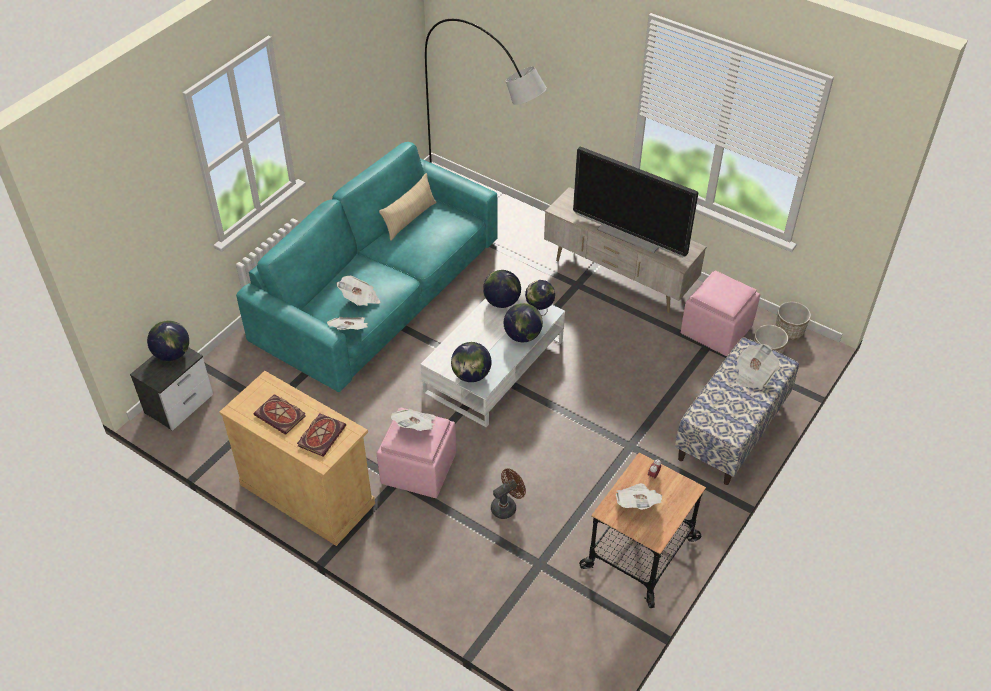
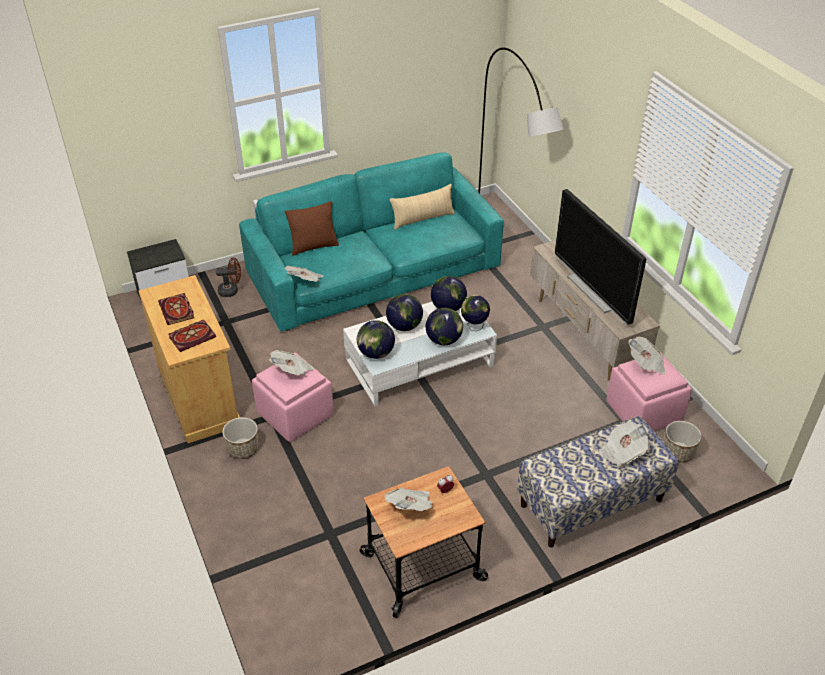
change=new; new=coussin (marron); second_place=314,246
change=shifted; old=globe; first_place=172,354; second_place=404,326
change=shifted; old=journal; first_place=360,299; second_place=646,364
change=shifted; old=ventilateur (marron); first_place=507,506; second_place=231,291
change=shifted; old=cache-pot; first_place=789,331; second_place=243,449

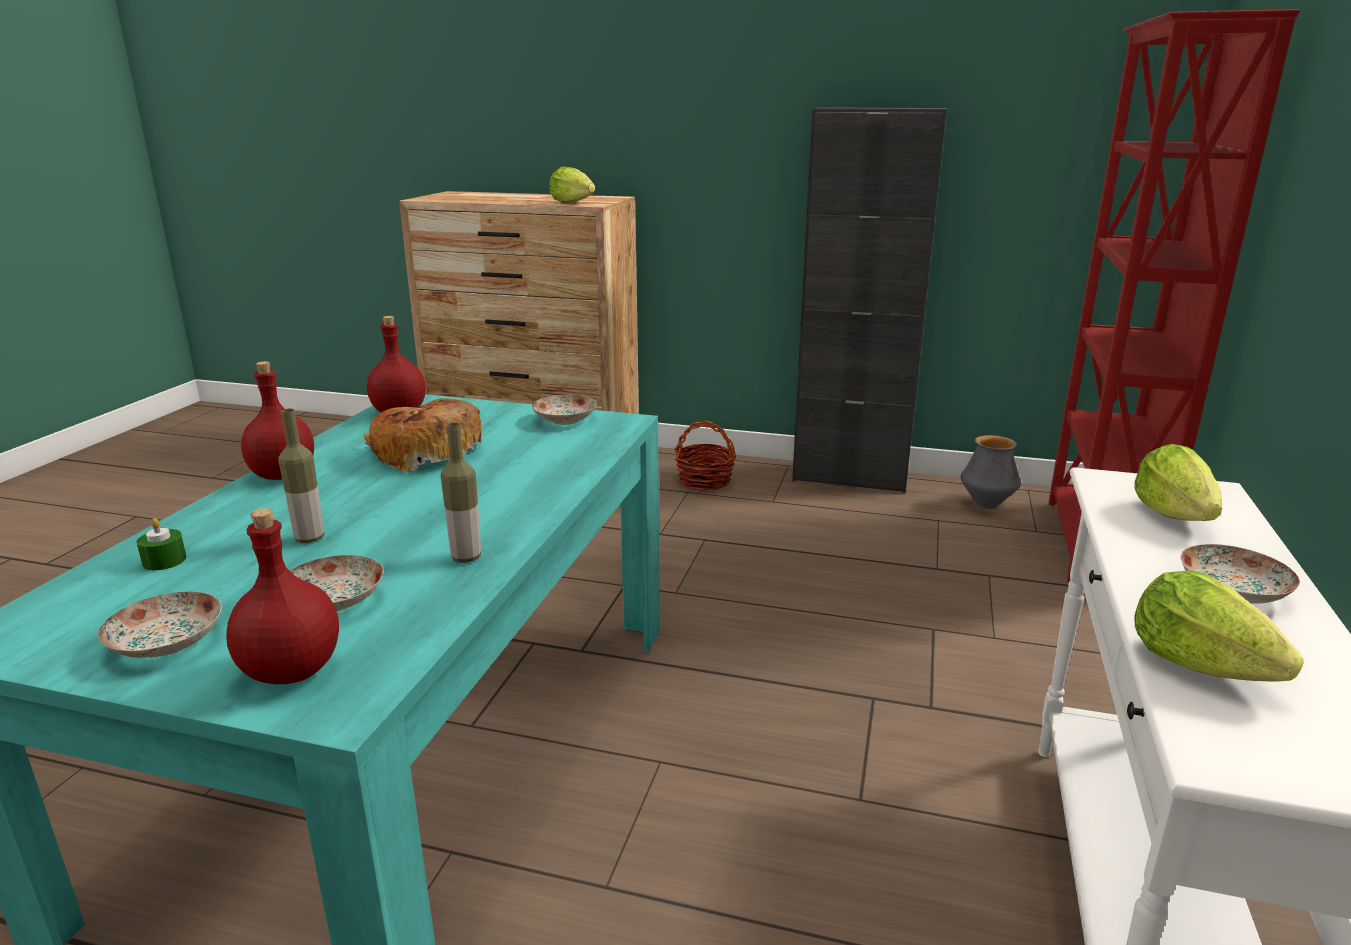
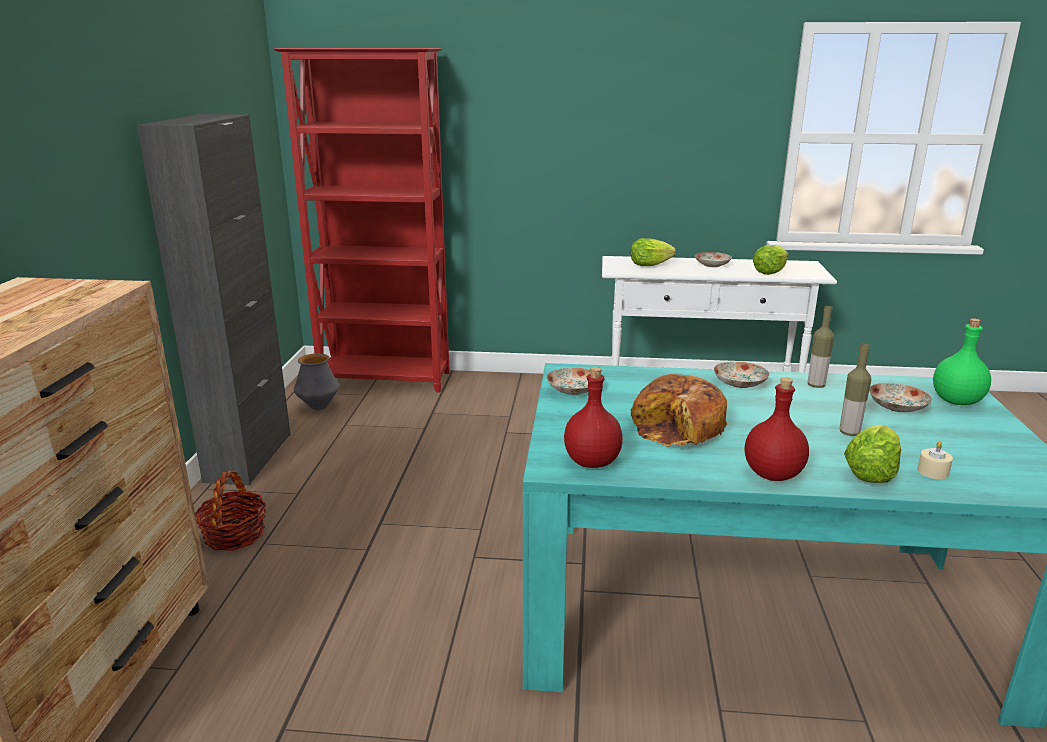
change=shifted; old=assiette; first_place=166,642; second_place=739,384
change=shifted; old=laitue; first_place=572,203; second_place=870,473
change=repainted; old=bougie (vert); new=bougie (beige); first_place=164,560; second_place=933,472
change=repainted; old=bouteille (rouge); new=bouteille (vert); first_place=293,670; second_place=955,401

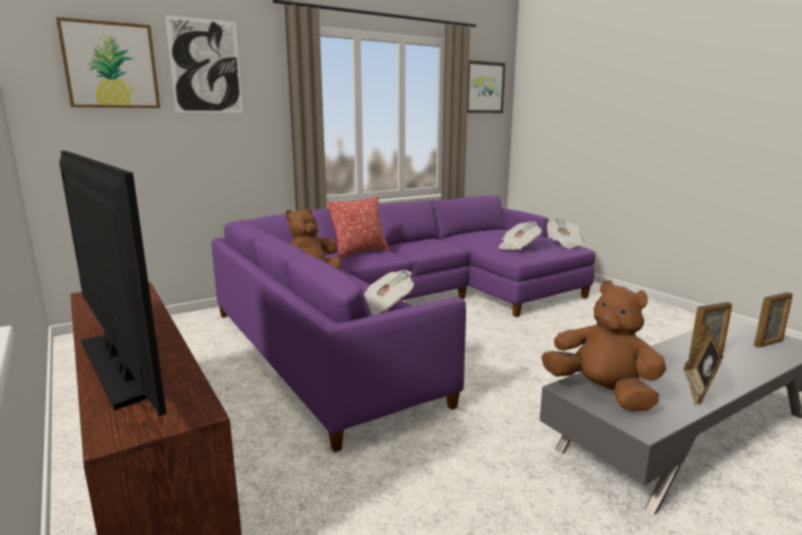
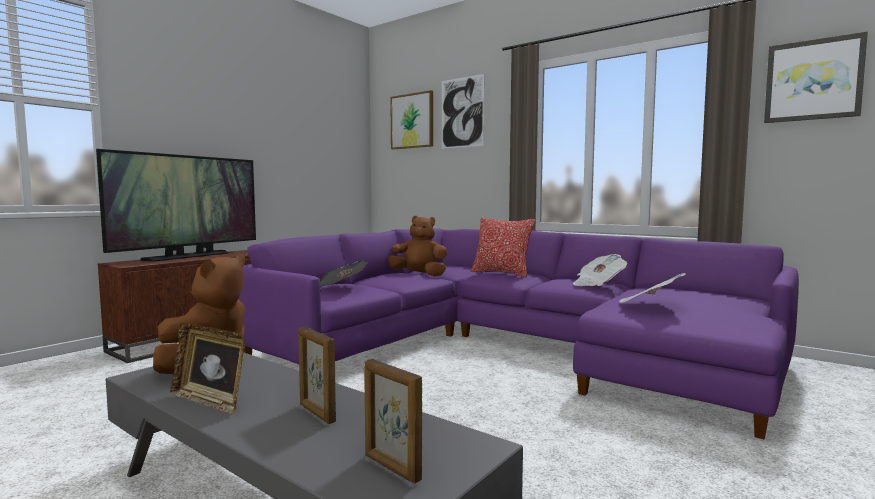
change=shifted; old=journal; first_place=564,244; second_place=598,284
change=rotated; old=cadre photo; first_place=698,389; second_place=210,401; degrees=-150

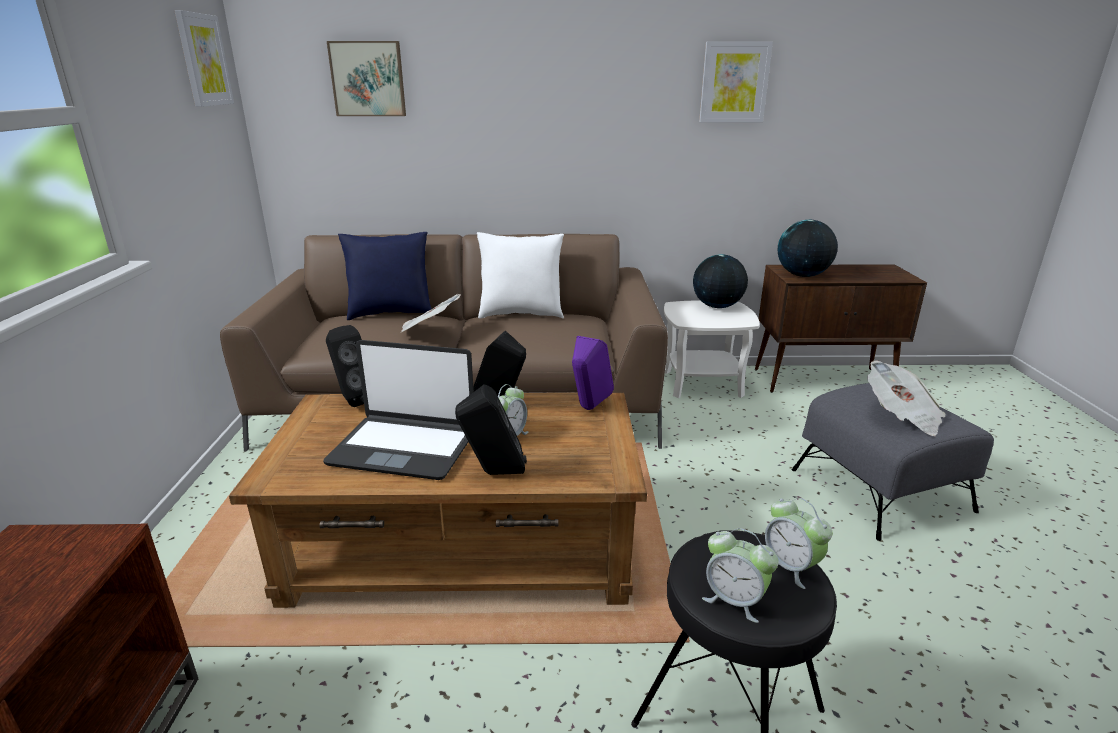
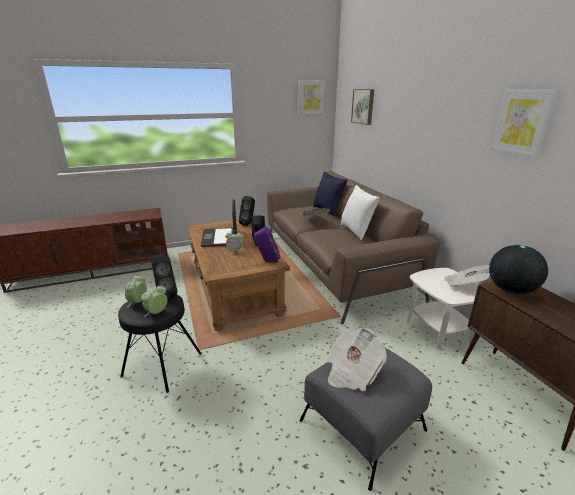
change=shifted; old=enceinte (noir); first_place=493,473; second_place=166,294
change=swapped; old=globe; new=journal; first_place=717,306; second_place=465,285

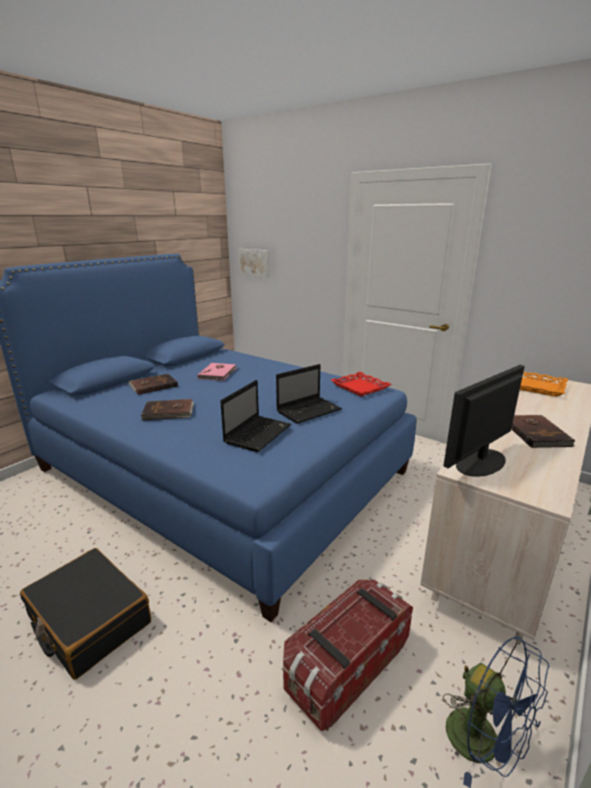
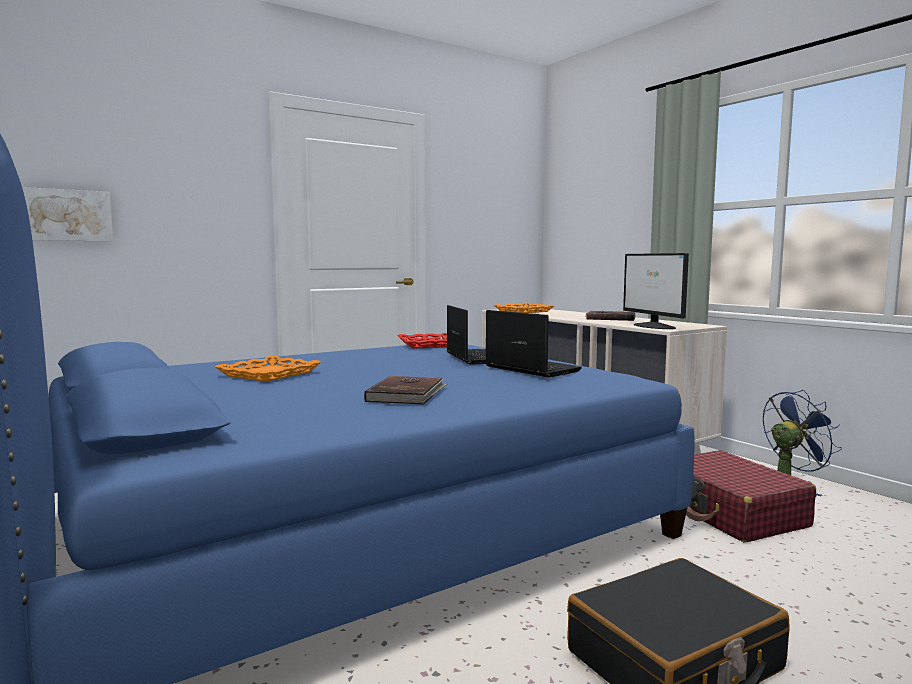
change=gone; old=livre (marron); first_place=153,385
change=swapped; old=livre (rose); new=plateau (orange); first_place=218,373; second_place=269,374
change=swapped; old=boîte de rangement; new=valise (rouge); first_place=346,665; second_place=730,512

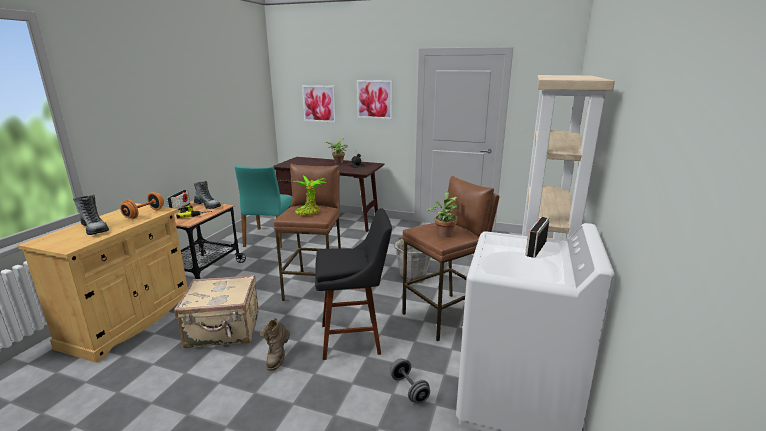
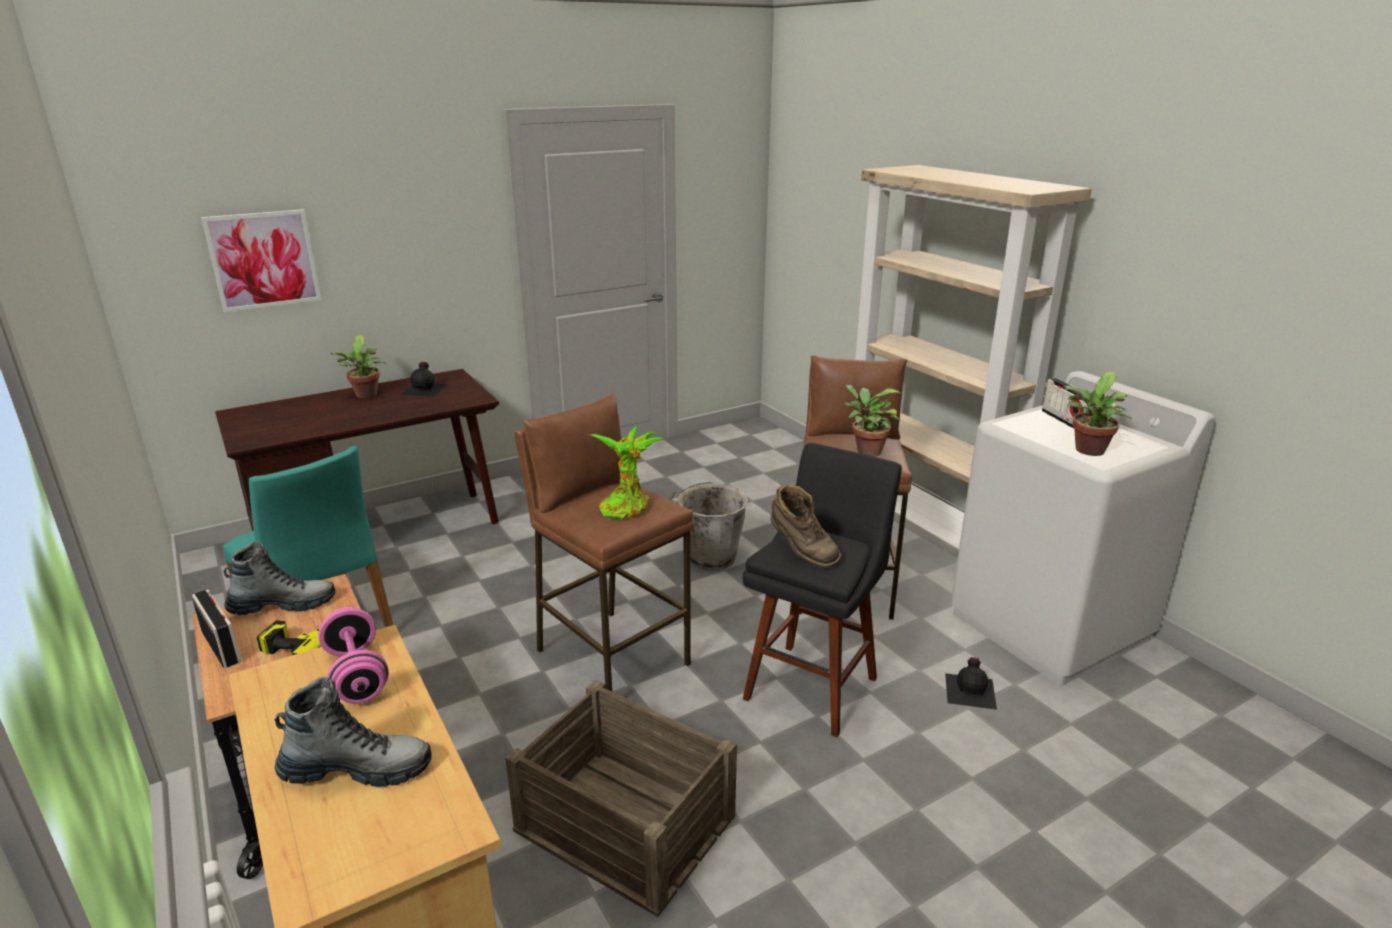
change=gone; old=tableau; first_place=374,99
change=new; new=plante en pot; second_place=1087,451
change=shifted; old=botte (marron); first_place=277,357; second_place=801,552
change=swapped; old=valise (beige); new=caisse; first_place=224,330; second_place=625,821
change=swapped; old=haltère (gris); new=bouteille (noir); first_place=409,389; second_place=971,690
change=repainted; old=haltère (orange); new=haltère (rose); first_place=144,214; second_place=357,675

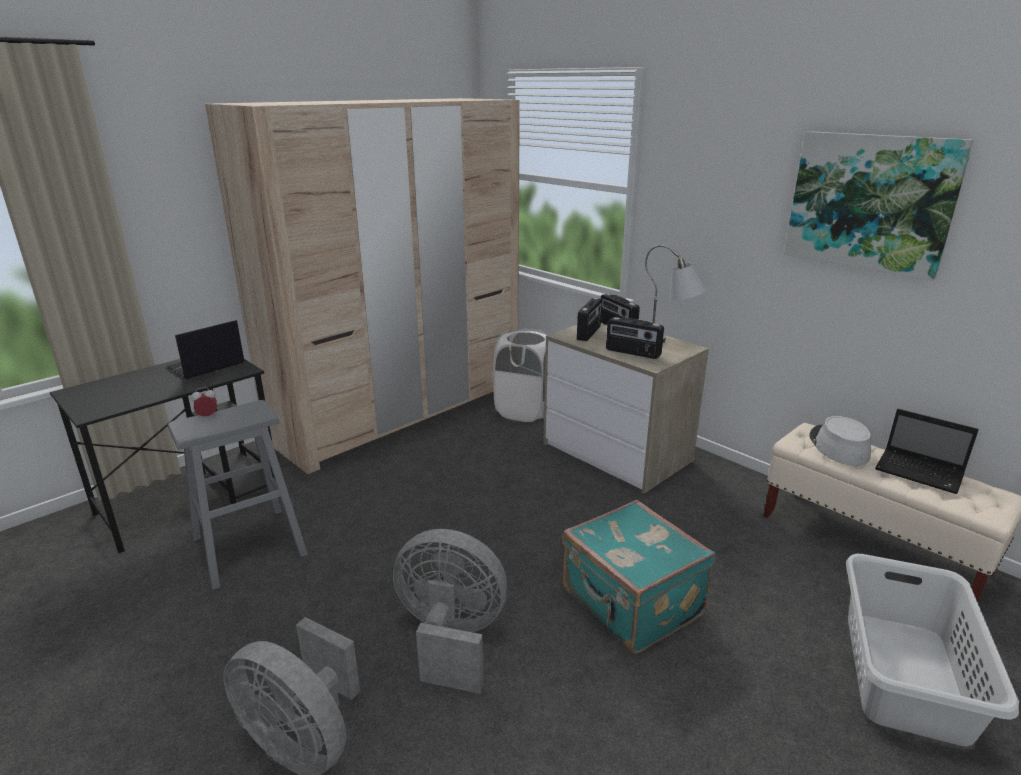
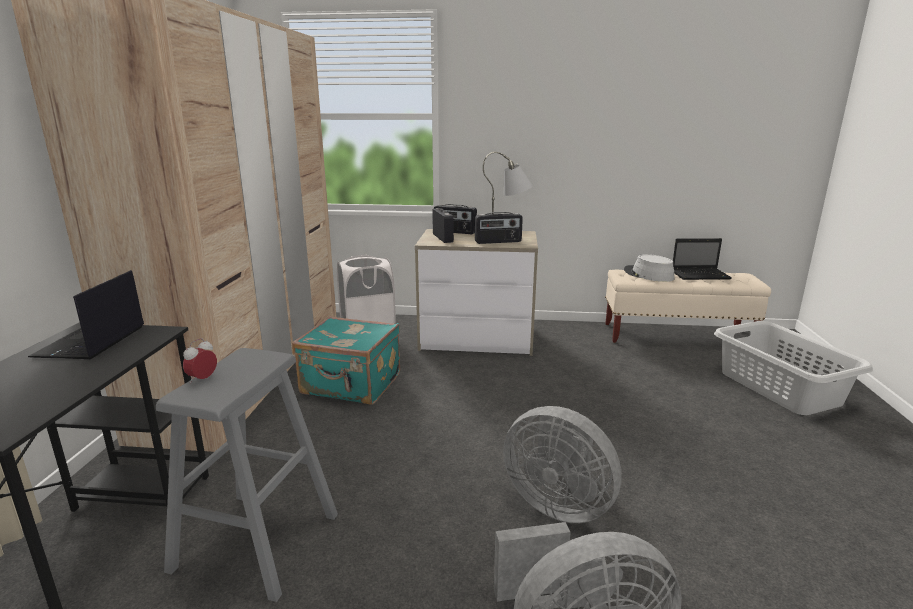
change=gone; old=tableau; first_place=870,202
change=shifted; old=valise (turquoise); first_place=630,604; second_place=351,385
change=rotated; old=ventilateur (gris); first_place=451,638; second_place=558,503; degrees=-120

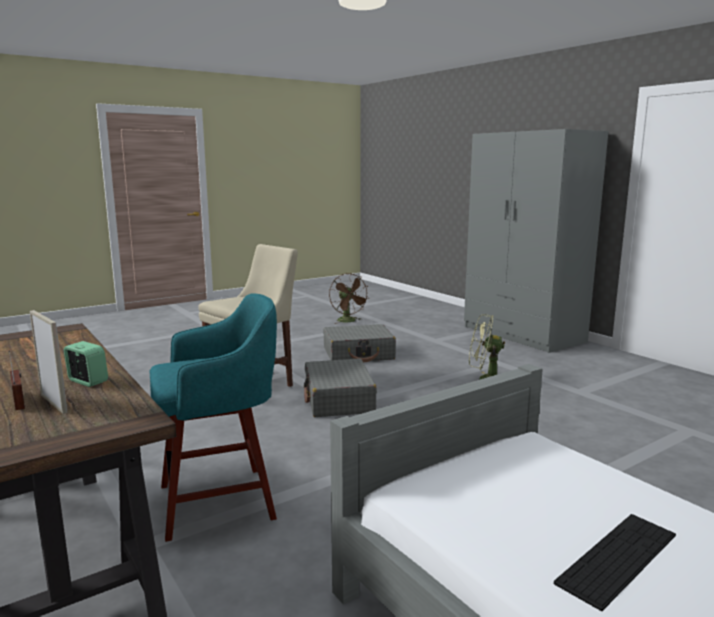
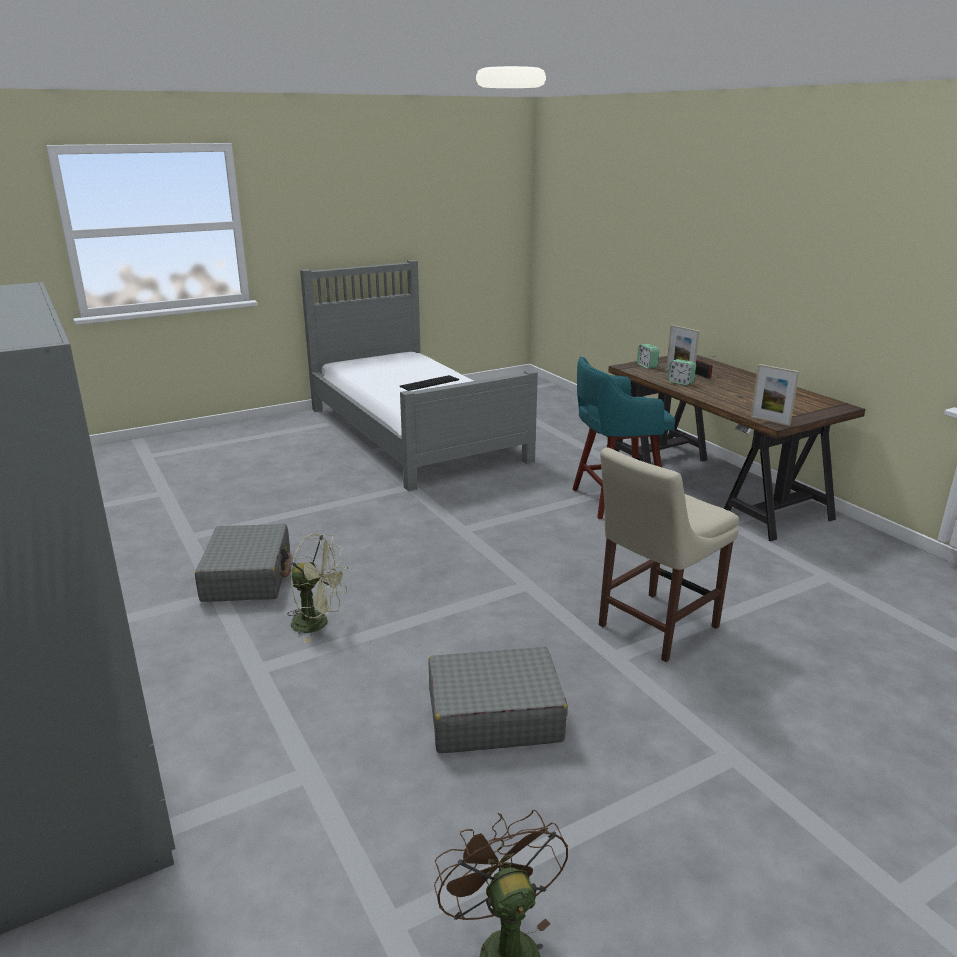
change=new; new=réveil; second_place=647,366
change=new; new=cadre photo; second_place=770,421
change=shifted; old=valise (gris); first_place=338,400; second_place=248,576

